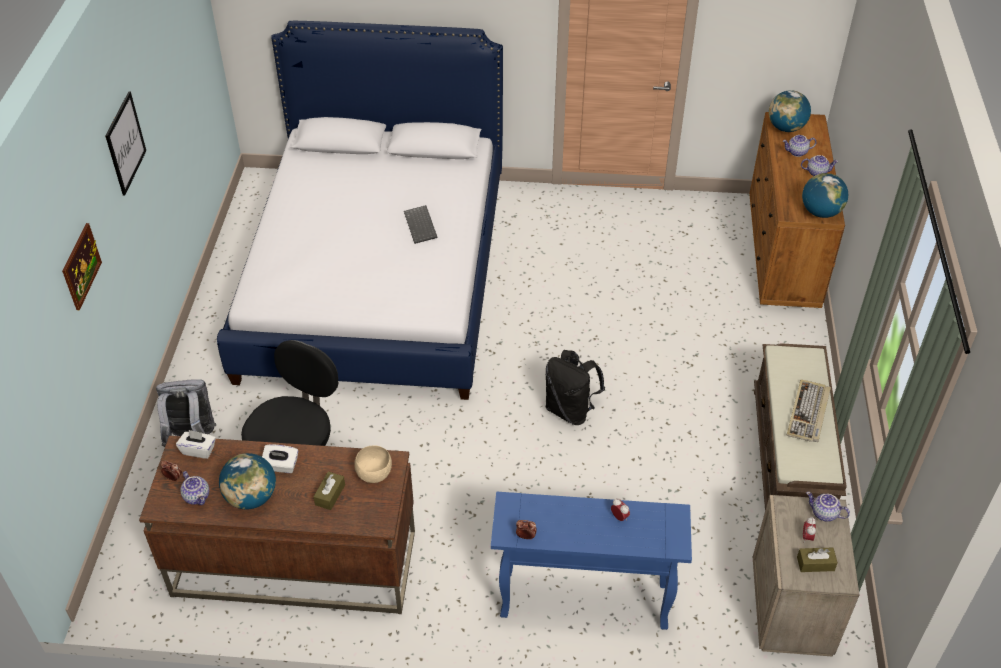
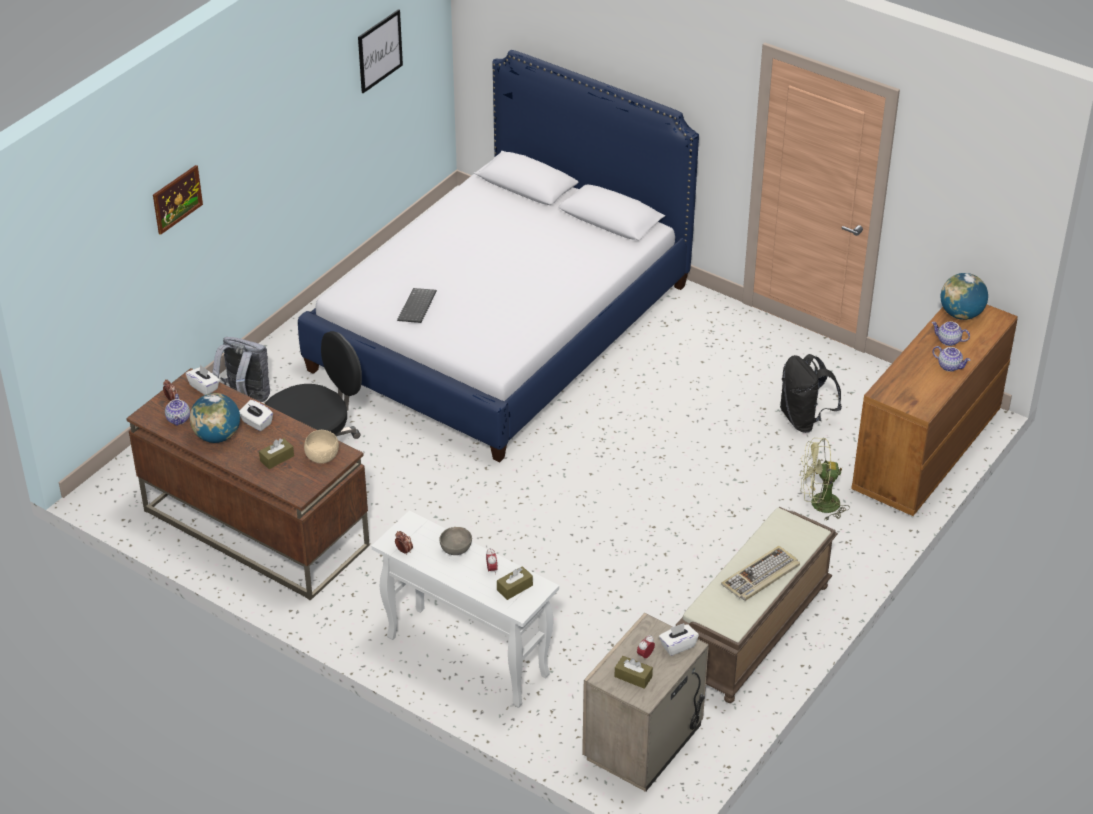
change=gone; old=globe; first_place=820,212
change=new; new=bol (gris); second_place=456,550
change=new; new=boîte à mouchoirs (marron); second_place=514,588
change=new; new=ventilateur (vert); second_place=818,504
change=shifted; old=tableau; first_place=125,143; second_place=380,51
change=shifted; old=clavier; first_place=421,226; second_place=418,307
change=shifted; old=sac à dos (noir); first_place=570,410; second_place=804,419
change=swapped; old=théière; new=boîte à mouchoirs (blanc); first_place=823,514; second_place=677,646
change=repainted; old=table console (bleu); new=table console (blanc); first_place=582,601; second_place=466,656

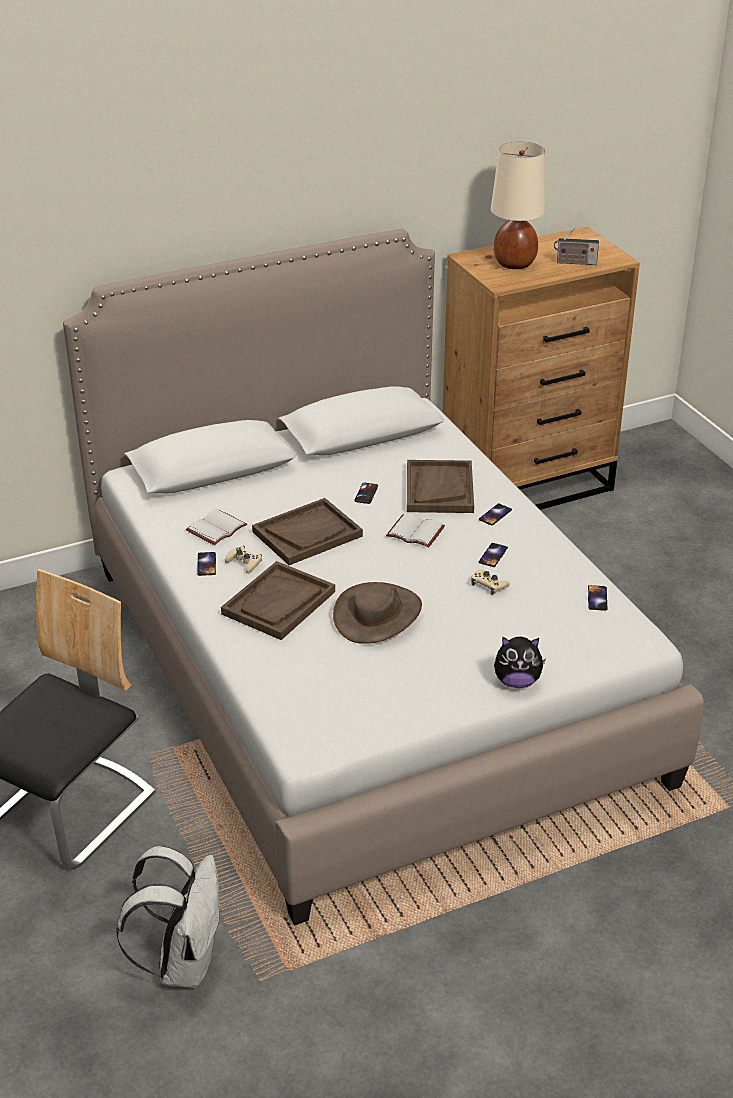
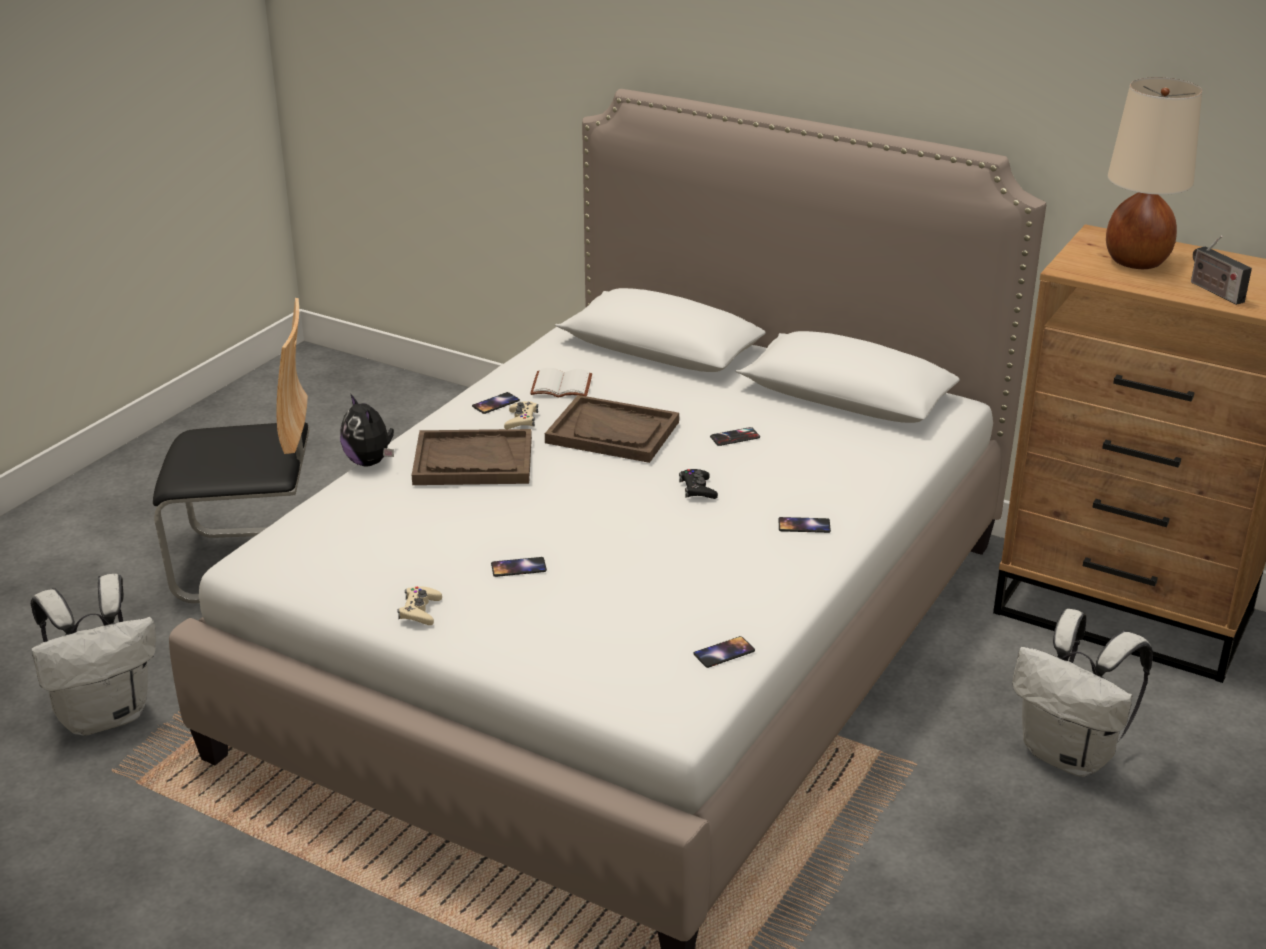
change=gone; old=chapeau (marron); first_place=378,614
change=gone; old=plateau (marron); first_place=439,489
change=new; new=sac à dos (blanc); second_place=1070,755
change=shifted; old=manette (beige); first_place=489,585; second_place=420,611
change=shifted; old=téléphone; first_place=493,555; second_place=518,567
change=shifted; old=peluche; first_place=517,682; second_place=370,462
change=swapped; old=livre (blanc); new=manette (noir); first_place=414,533; second_place=697,489

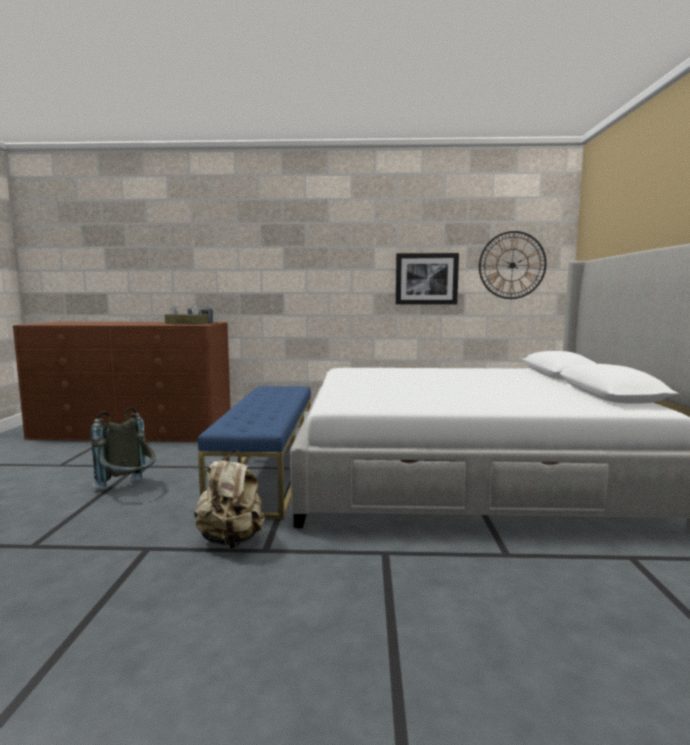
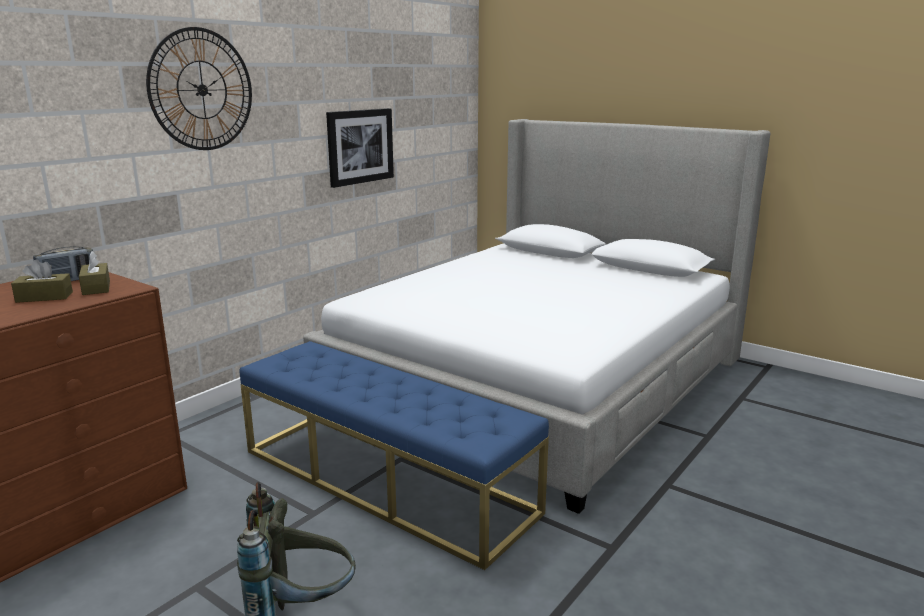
change=gone; old=sac à dos (beige); first_place=232,540
change=shifted; old=horloge murale; first_place=512,265; second_place=202,90

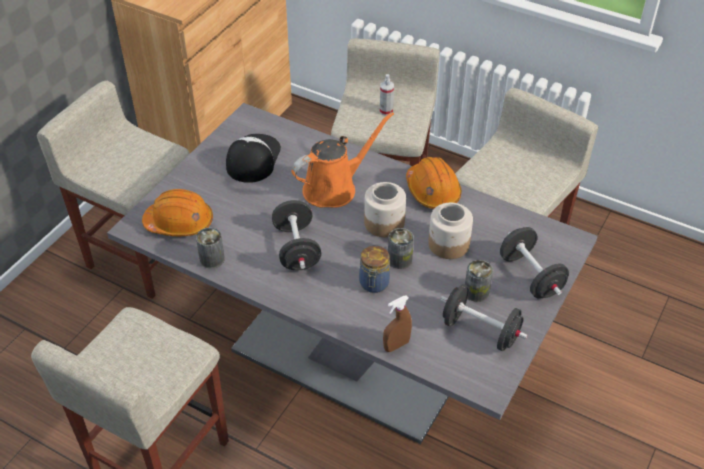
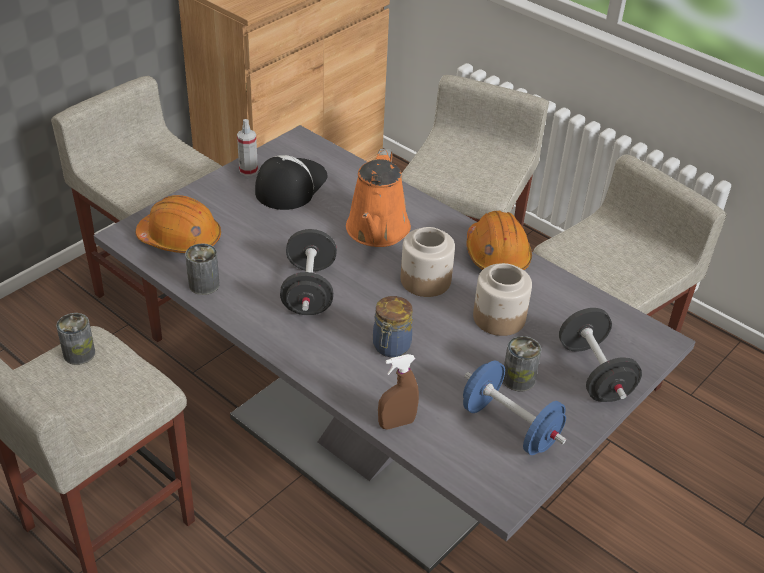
change=shifted; old=vaporisateur; first_place=386,111; second_place=248,170
change=shifted; old=boîte métallique; first_place=399,259; second_place=79,353
change=repainted; old=haltère (noir); new=haltère (bleu); first_place=480,331; second_place=510,426
change=rotated; old=arrosoir (orange); first_place=334,188; second_place=377,232; degrees=120

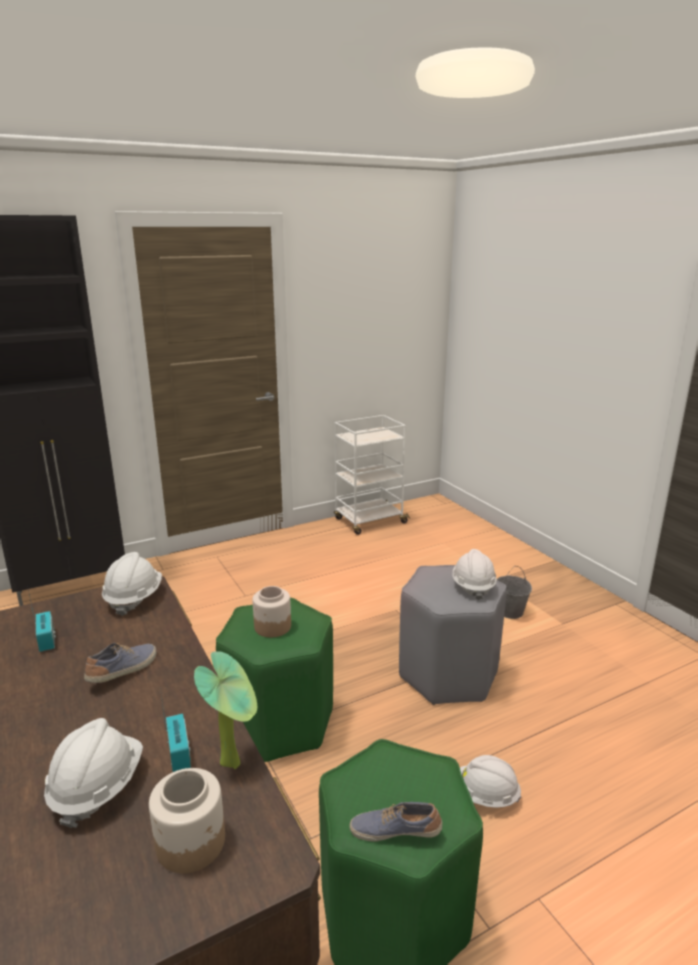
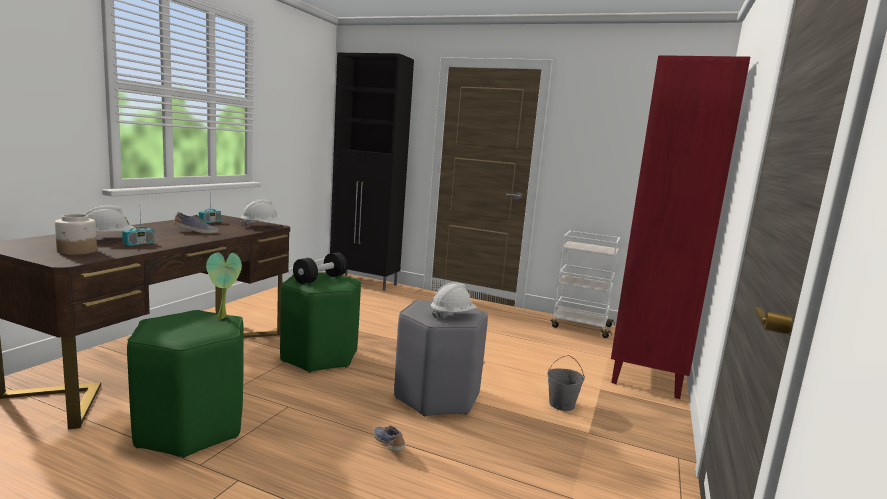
change=gone; old=casque de chantier (blanc); first_place=485,796
change=new; new=bibliothèque (rouge); second_place=646,376
change=shifted; old=plante en pot; first_place=234,761; second_place=224,317
change=shifted; old=chaussure; first_place=395,831; second_place=389,444
change=swapped; old=bocal; new=haltère (noir); first_place=272,626; second_place=320,279

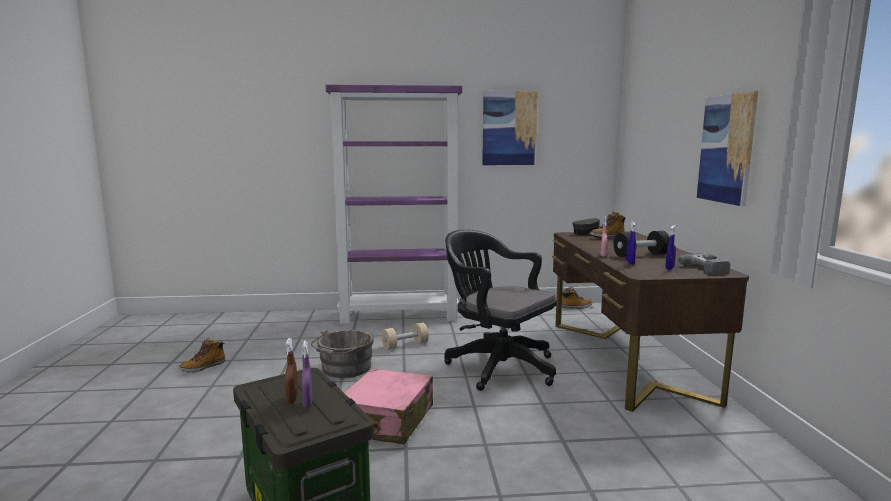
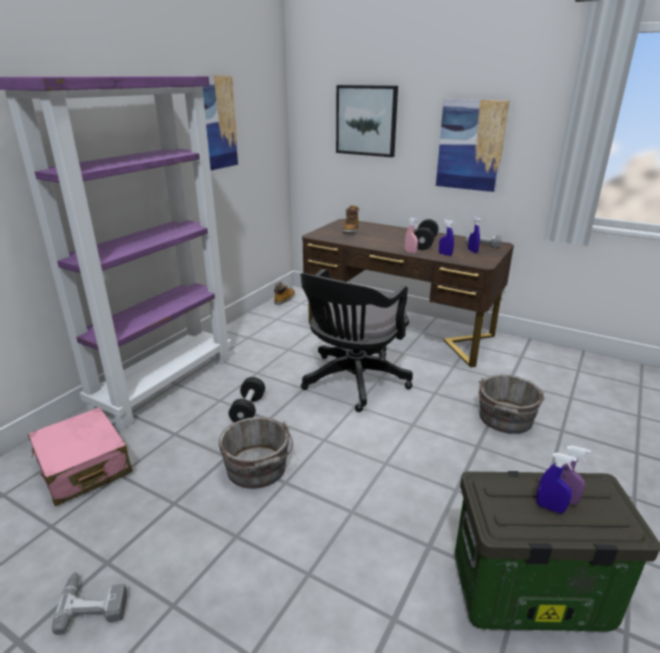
change=gone; old=casquette (gris); first_place=588,234
change=new; new=tableau; second_place=366,120
change=new; new=seau (gris); second_place=505,419
change=shifted; old=valise (rose); first_place=386,420; second_place=83,467
change=swapped; old=botte; new=perceuse; first_place=203,367; second_place=94,602
change=repainted; old=vaporisateur (marron); new=vaporisateur (bleu); first_place=292,399; second_place=550,508
change=repainted; old=haltère (beige); new=haltère (noir); first_place=405,345; second_place=248,410
change=rotated; old=chaise de bureau (noir); first_place=497,366; second_place=352,382; degrees=-45

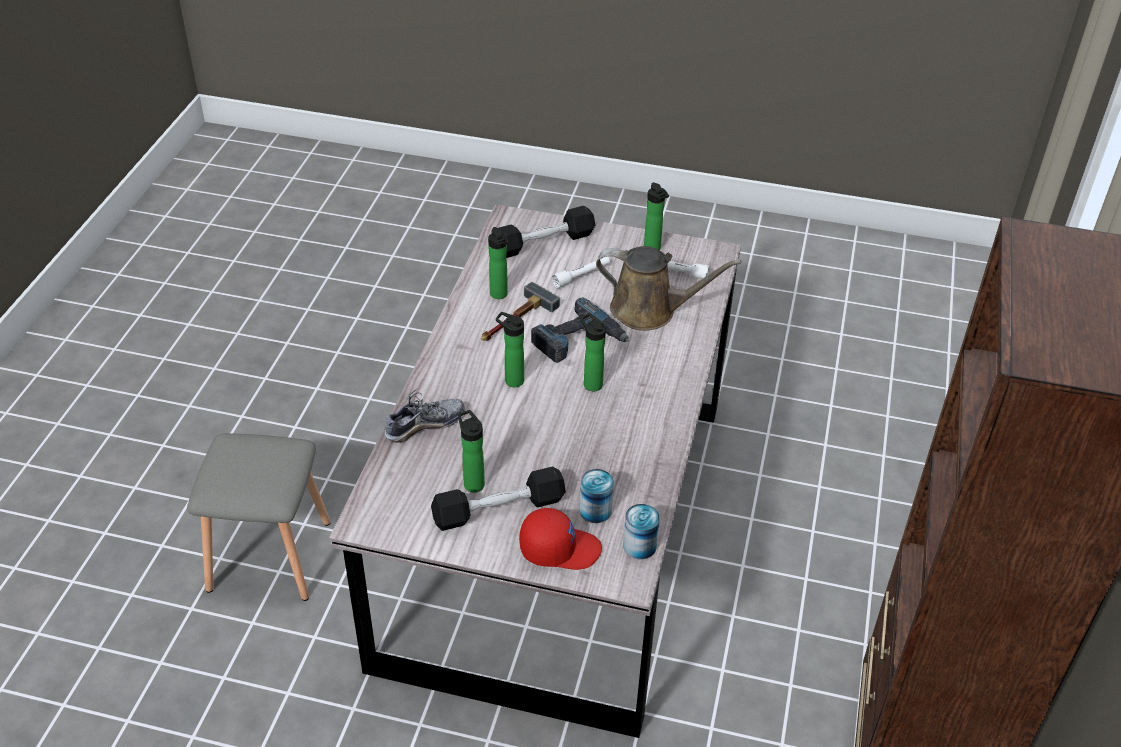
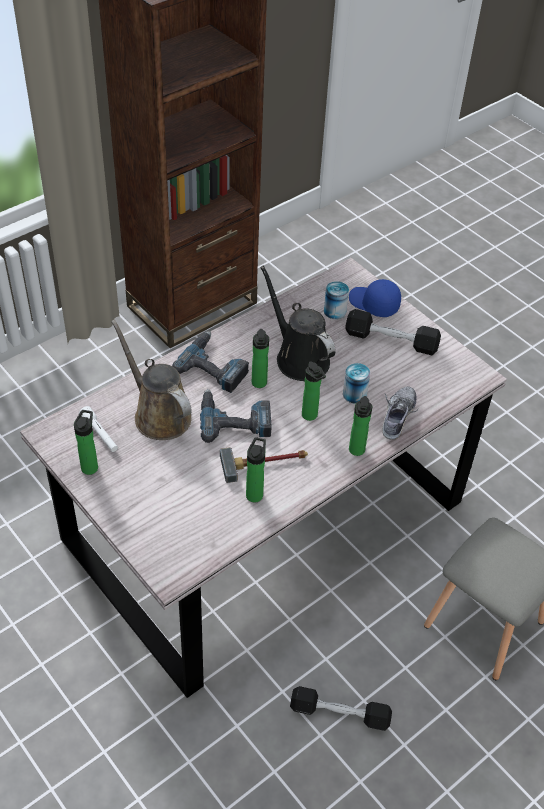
change=gone; old=lampe de poche (blanc); first_place=581,276
change=new; new=perceuse; second_place=214,366
change=new; new=arrosoir (noir); second_place=299,357
change=shifted; old=bouteille; first_place=472,482; second_place=356,452
change=shifted; old=haltère (noir); first_place=542,243; second_place=339,713
change=shifted; old=boîte métallique; first_place=639,546; second_place=354,394
change=repainted; old=casquette (rouge); new=casquette (bleu); first_place=560,548; second_place=373,304
change=rotated; old=chaussure; first_place=424,425; second_place=397,417; degrees=105

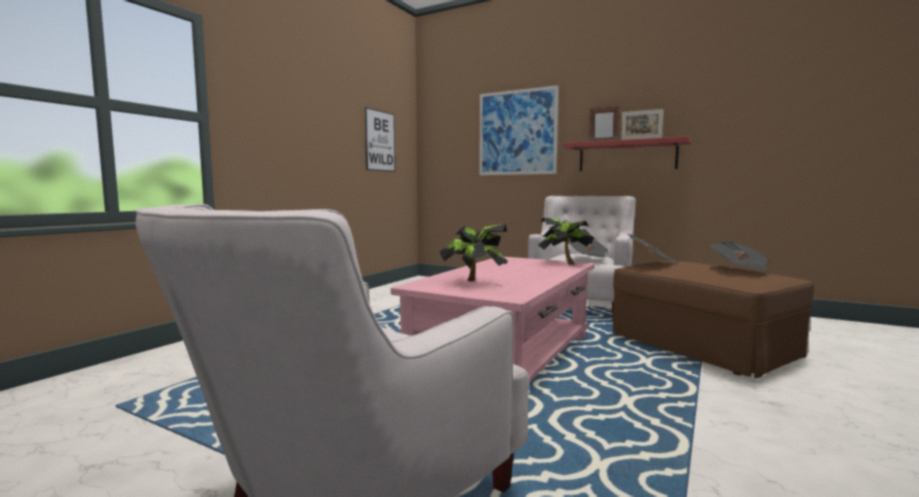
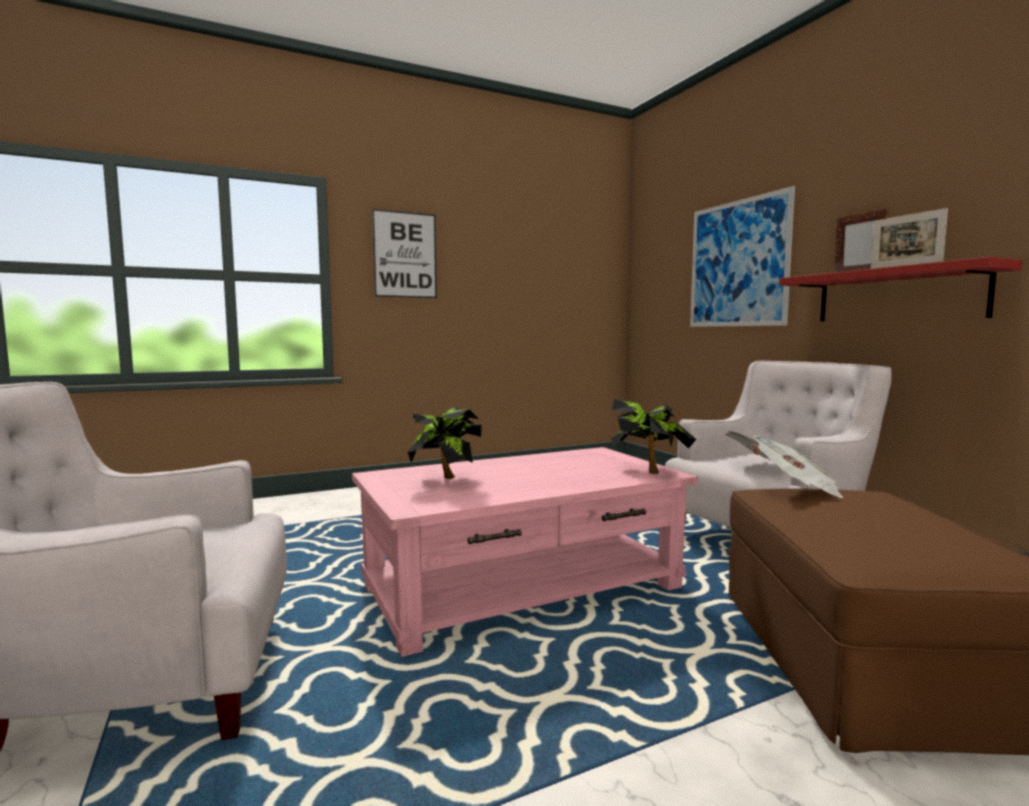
change=gone; old=journal; first_place=741,270
change=shifted; old=tableau; first_place=380,141; second_place=405,255

